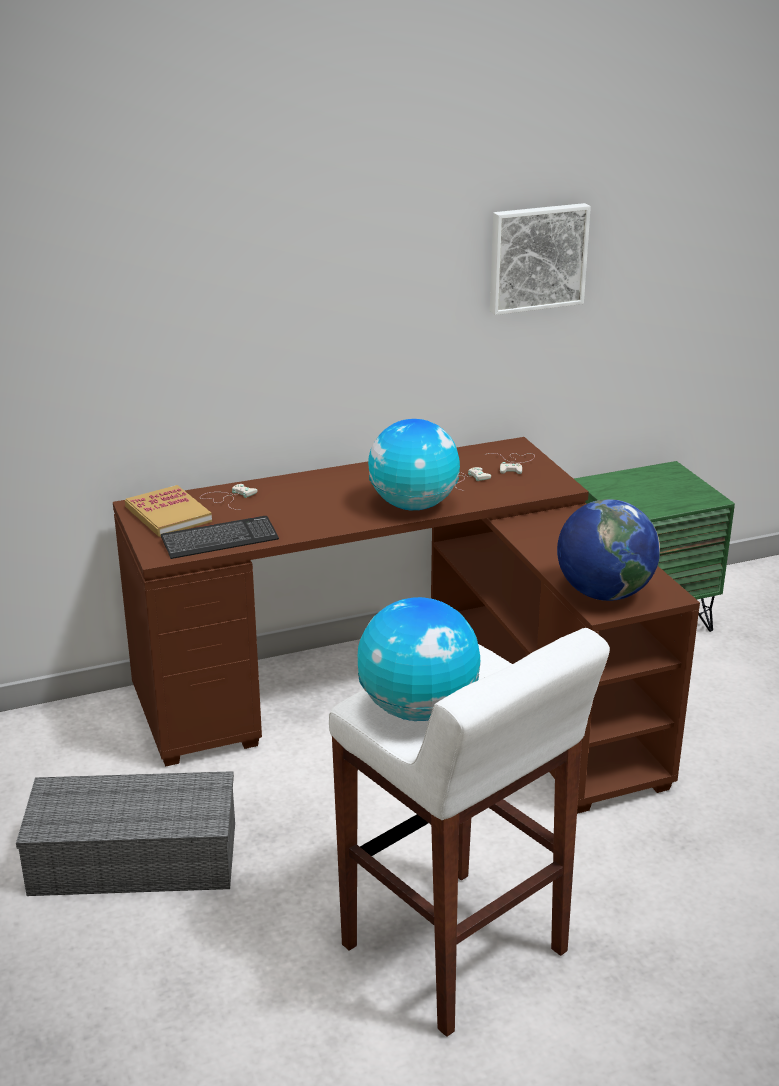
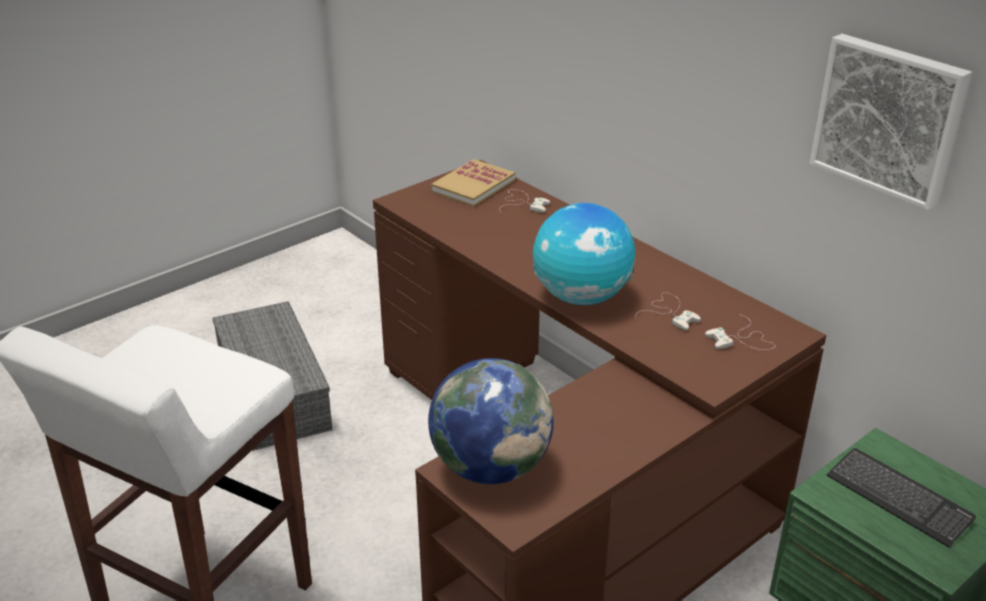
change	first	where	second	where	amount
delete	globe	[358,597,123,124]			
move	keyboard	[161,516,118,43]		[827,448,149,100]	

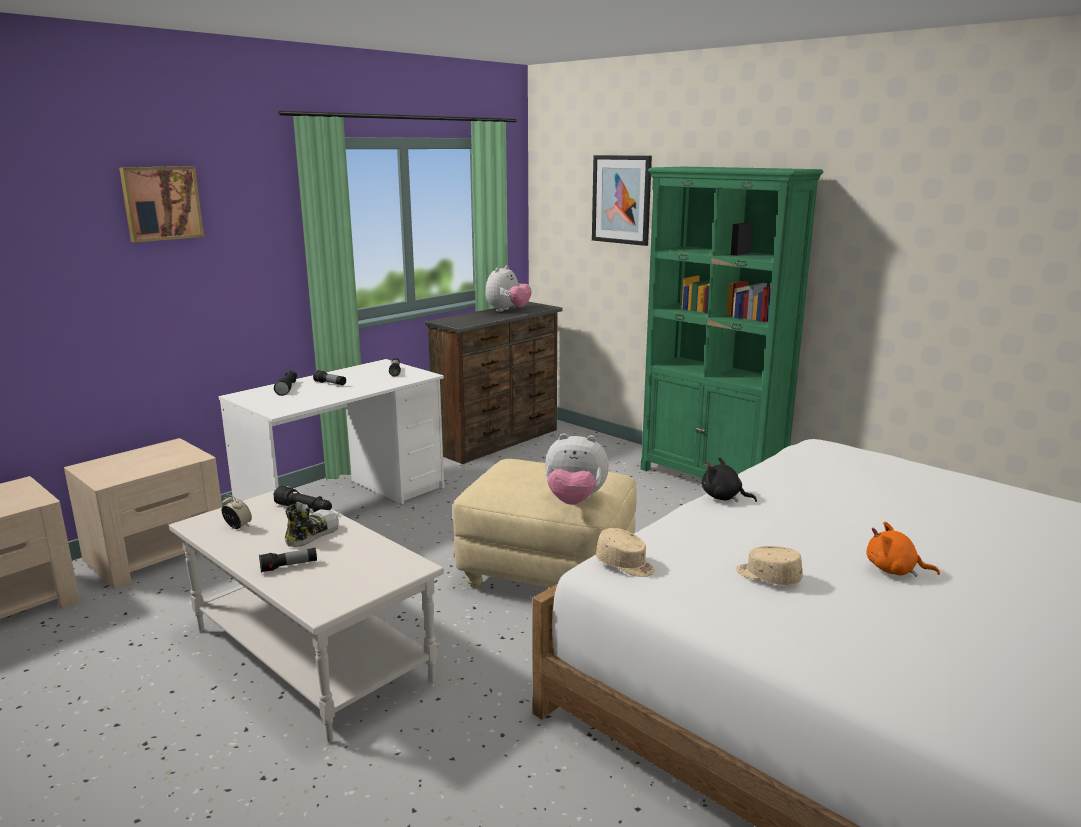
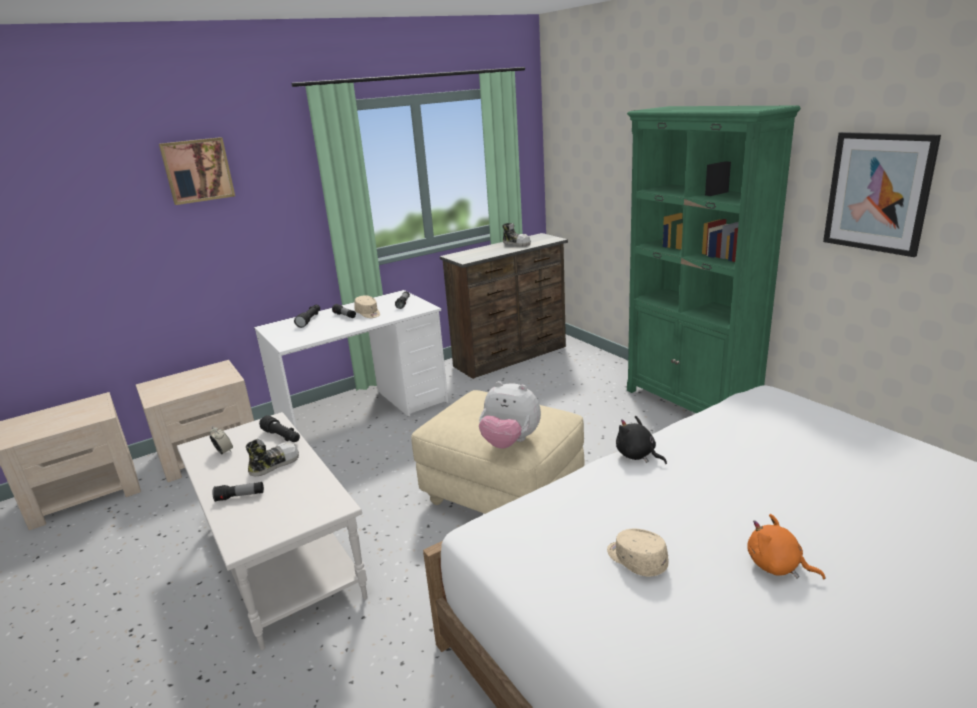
change	first	where	second	where	amount
move	picture	[592,155,60,91]		[823,132,118,125]	
move	cap (beige)	[596,528,59,49]		[354,295,26,23]	
replace	plush toy	[485,265,47,47]	shoe	[502,223,29,23]	

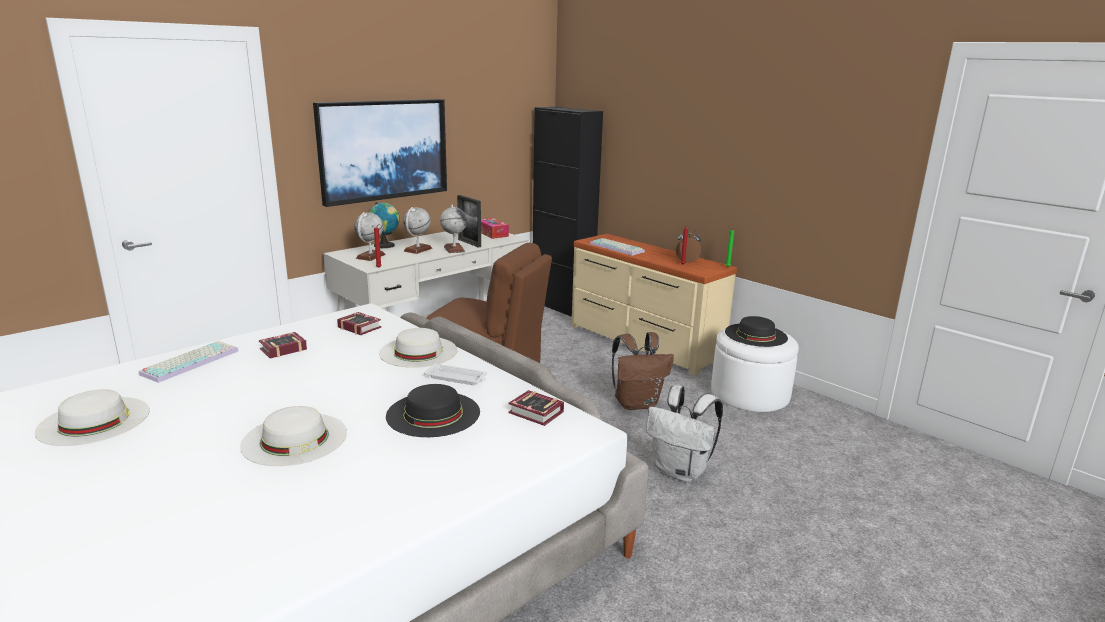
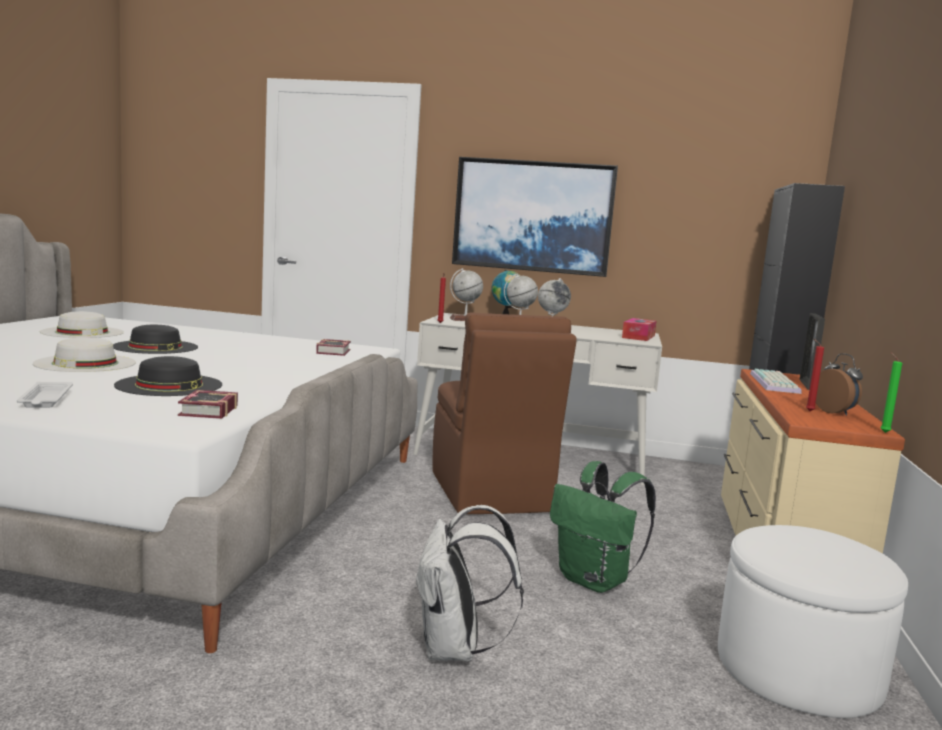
change	first	where	second	where	amount
delete	keyboard	[139,341,100,42]			
delete	book	[259,332,48,26]			
delete	hat (white)	[379,328,78,40]			
move	tray (white)	[424,363,63,22]		[17,382,56,26]	
move	picture frame	[457,195,24,52]		[800,313,25,77]	
move	hat (black)	[725,316,63,31]		[113,324,85,30]	
recolor	backpack (brown)	[612,332,62,78]	backpack (green)	[550,461,106,132]	

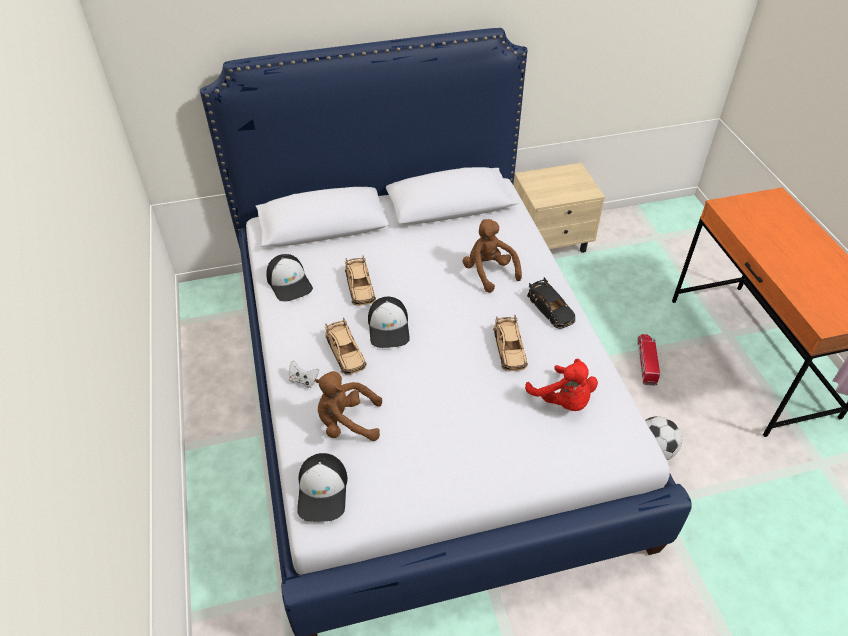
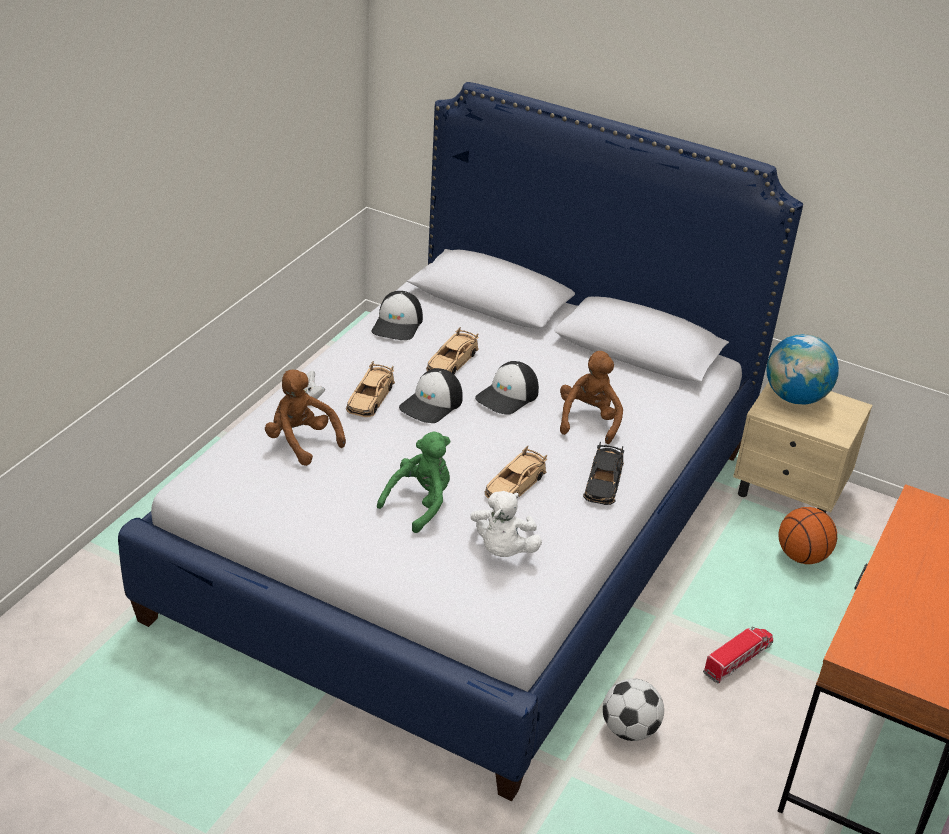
change	first	where	second	where	amount
insert			plush toy (green)	[377,432,73,101]	
insert			globe	[766,334,73,71]	
insert			basketball	[779,507,58,57]	
move	cap	[297,453,51,69]		[475,361,64,54]	
recolor	plush toy (red)	[525,359,73,52]	plush toy (white)	[470,491,72,66]	

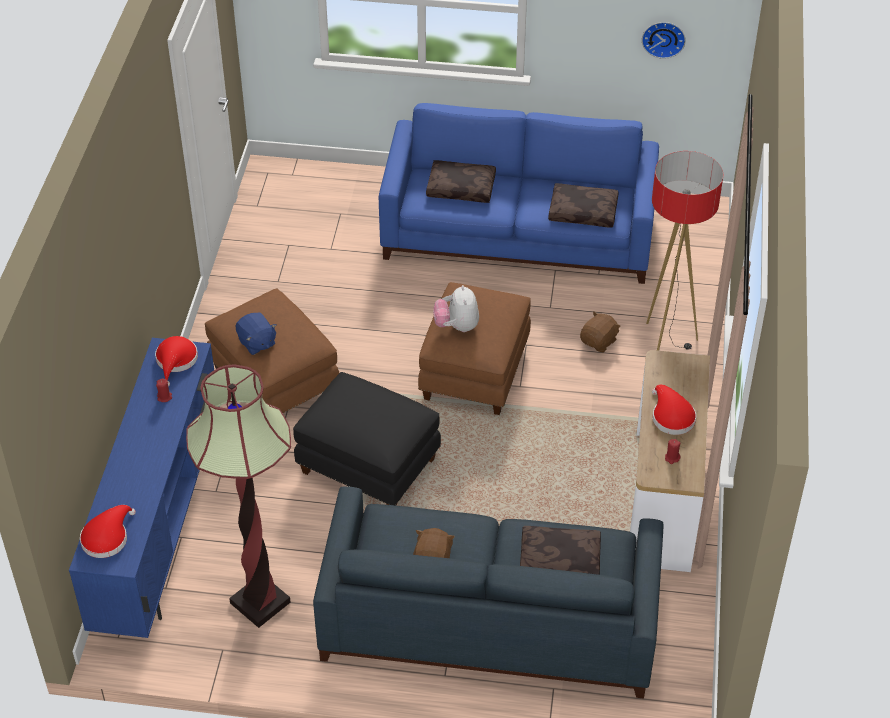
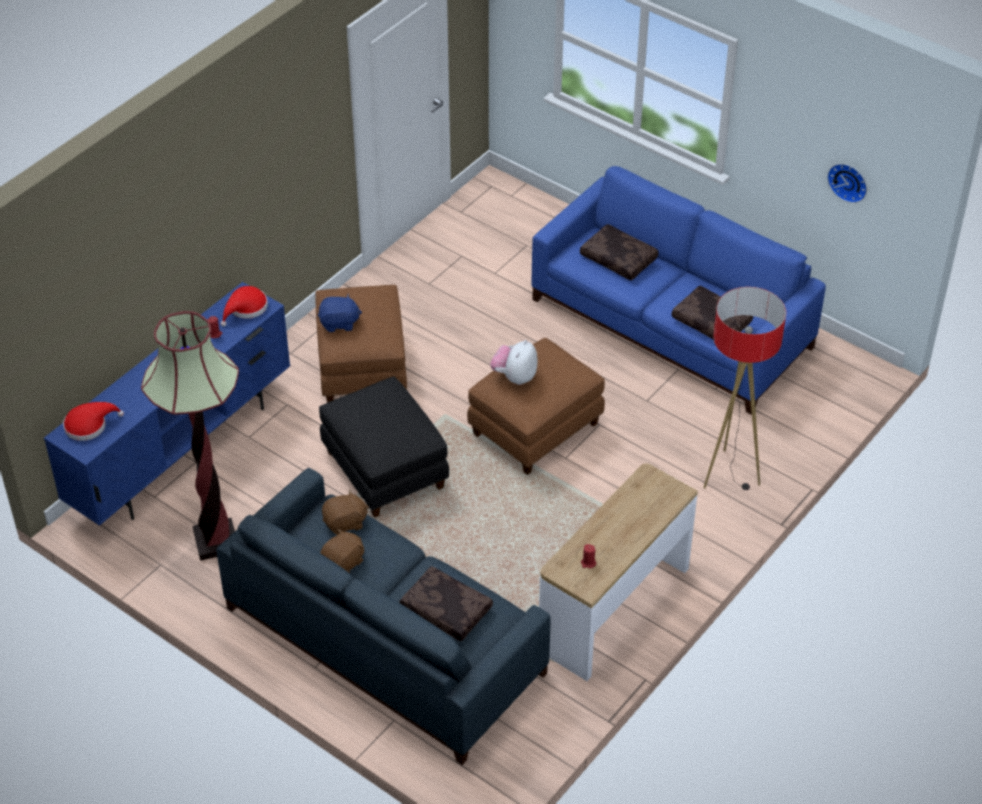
change	first	where	second	where	amount
delete	hat (red)	[652,385,44,50]			
move	plush toy (brown)	[580,311,41,42]		[322,490,47,45]	
rotate	plush toy (blue)	[236,313,41,42]		[318,293,44,39]	90 degrees counterclockwise

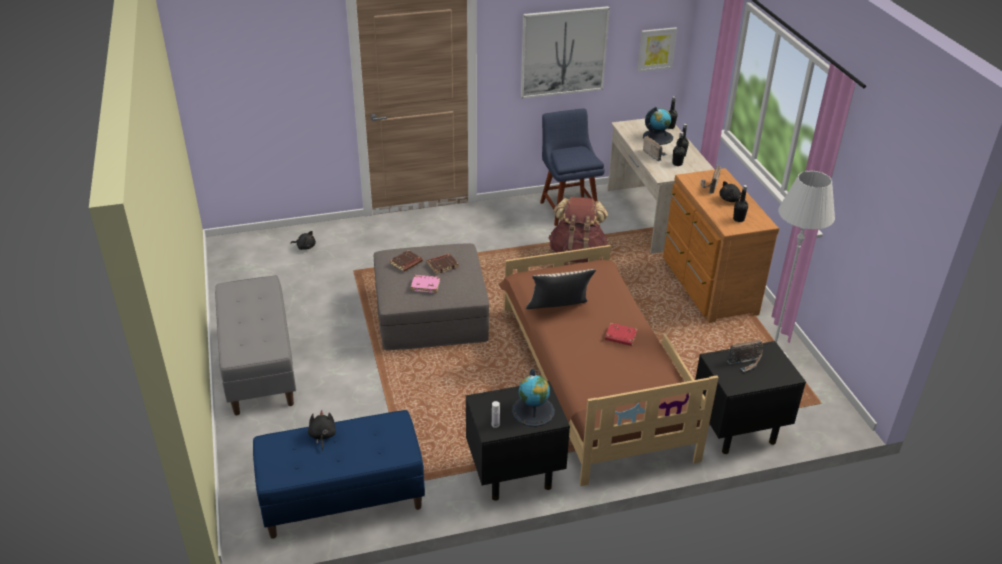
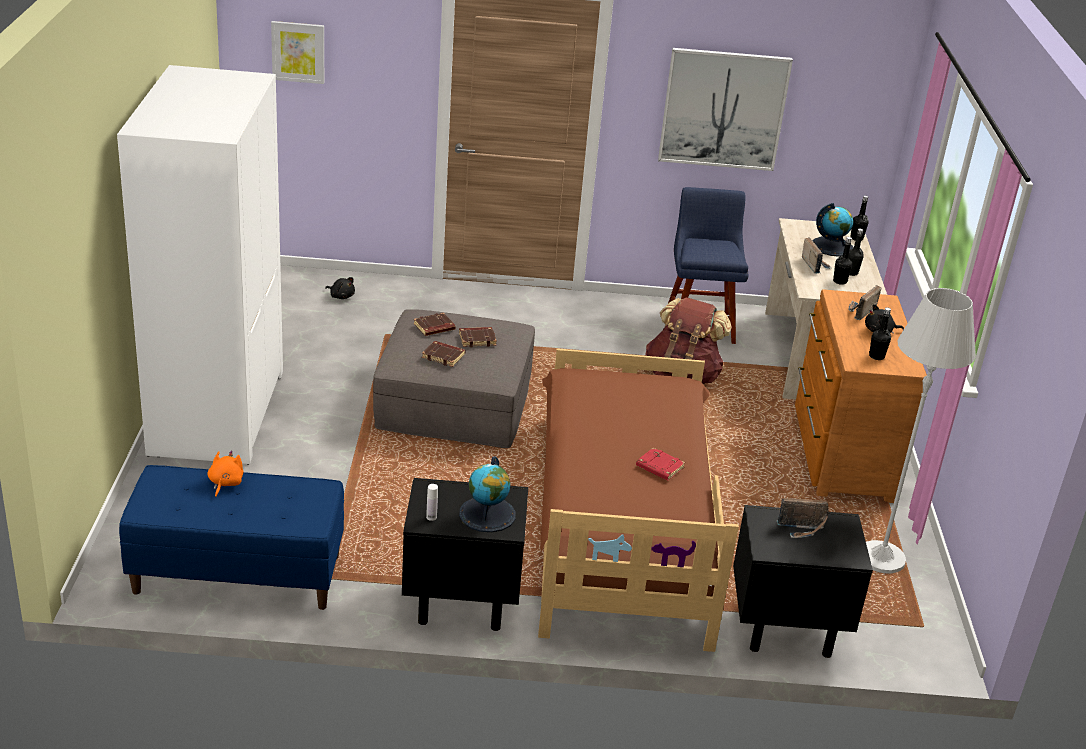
change	first	where	second	where	amount
delete	pillow (beige)	[526,269,70,40]			
move	picture	[637,27,40,45]		[271,21,53,63]	
replace	bench (grey)	[215,275,81,140]	wardrobe (white)	[117,65,166,400]	
recolor	plush toy (black)	[308,410,28,41]	plush toy (orange)	[208,451,35,46]	
recolor	book (pink)	[411,275,29,18]	book (brown)	[422,341,43,26]	

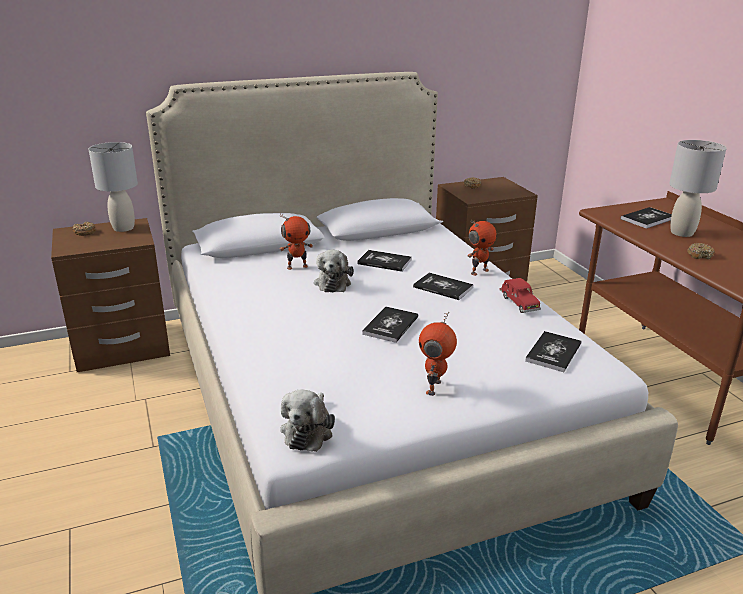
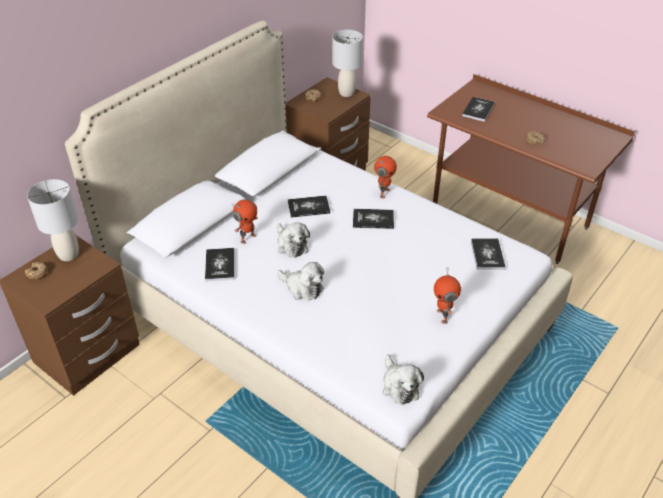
change	first	where	second	where	amount
delete	toy car (red)	[500,278,41,35]			
insert			plush toy	[277,262,47,38]	
move	book	[362,306,56,37]		[205,248,29,34]	
move	table lamp (grey)	[669,140,58,97]		[332,30,31,67]	

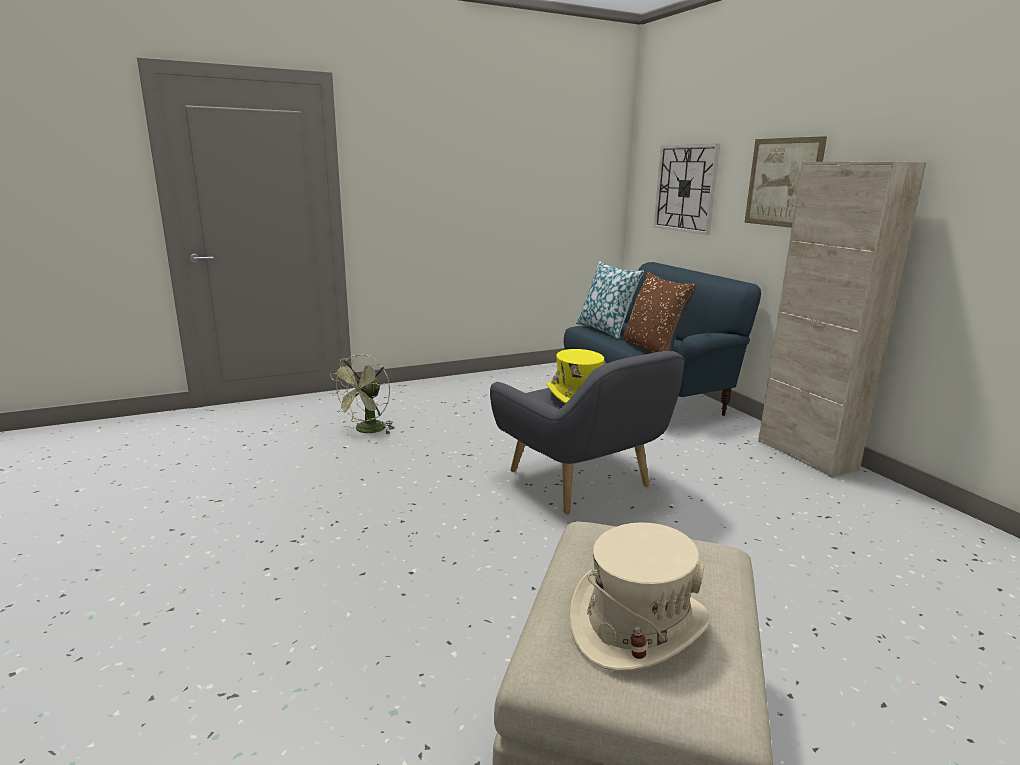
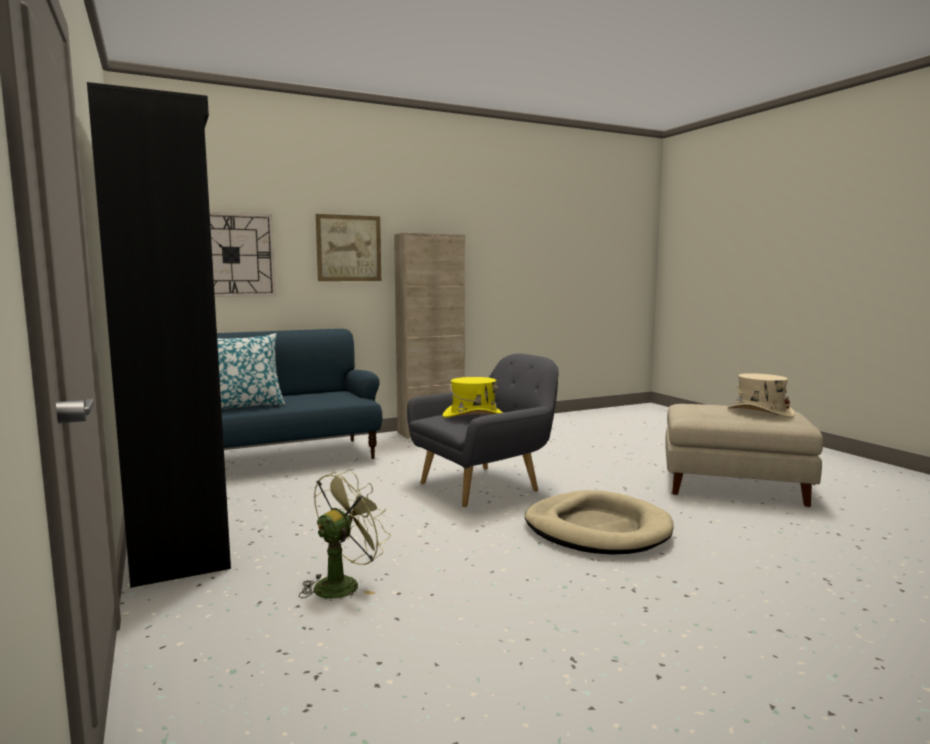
change	first	where	second	where	amount
delete	pillow (brown)	[623,272,74,81]			
insert			bookcase (black)	[87,82,144,506]	
insert			dog bed (beige)	[525,490,149,65]	
rotate	fan (green)	[329,354,66,80]		[299,469,92,130]	75 degrees counterclockwise

